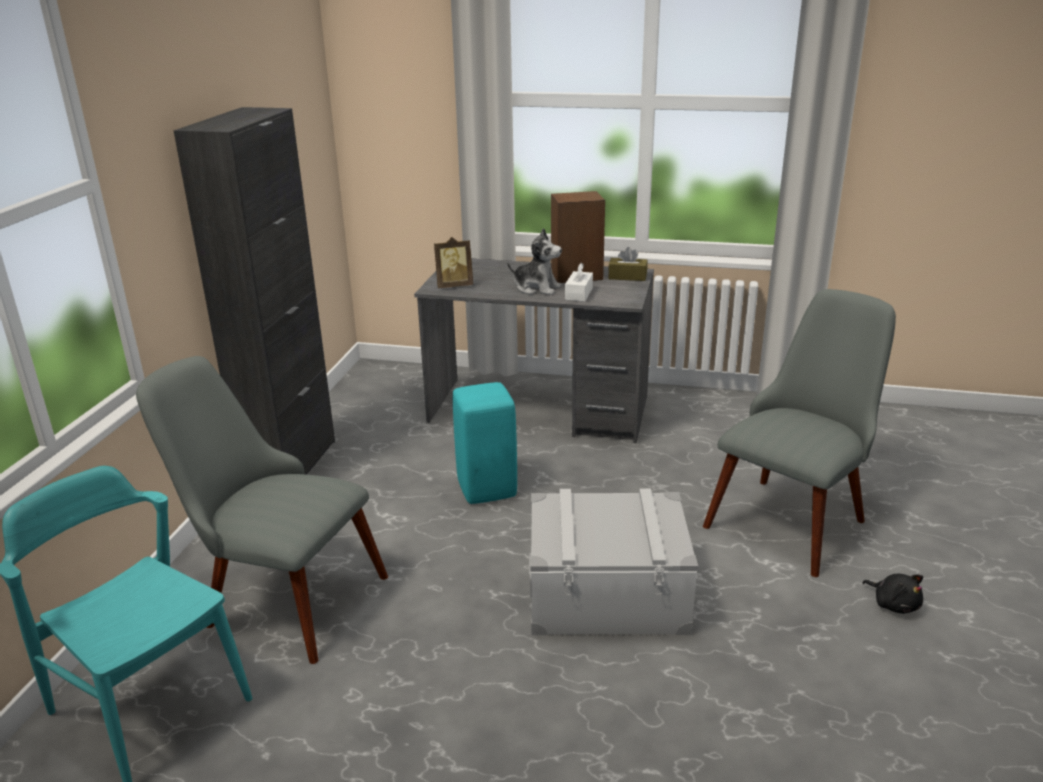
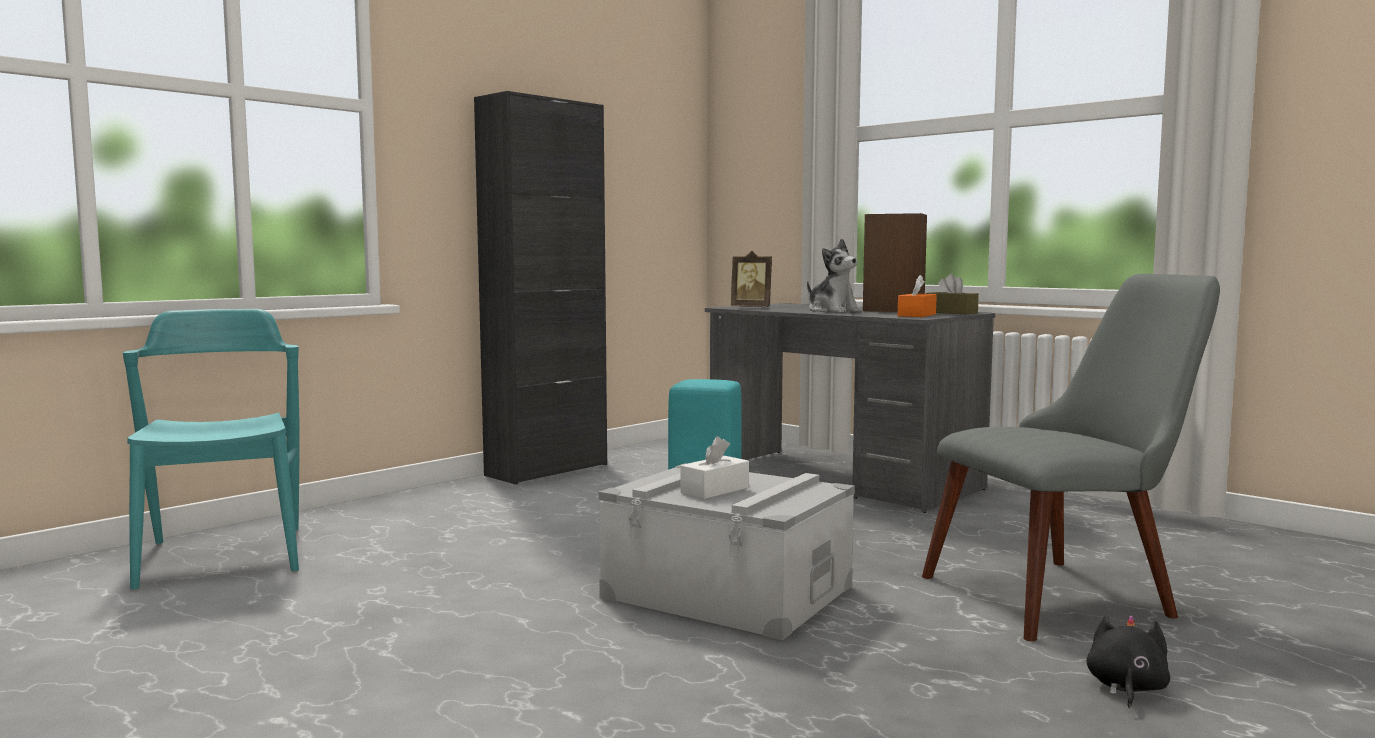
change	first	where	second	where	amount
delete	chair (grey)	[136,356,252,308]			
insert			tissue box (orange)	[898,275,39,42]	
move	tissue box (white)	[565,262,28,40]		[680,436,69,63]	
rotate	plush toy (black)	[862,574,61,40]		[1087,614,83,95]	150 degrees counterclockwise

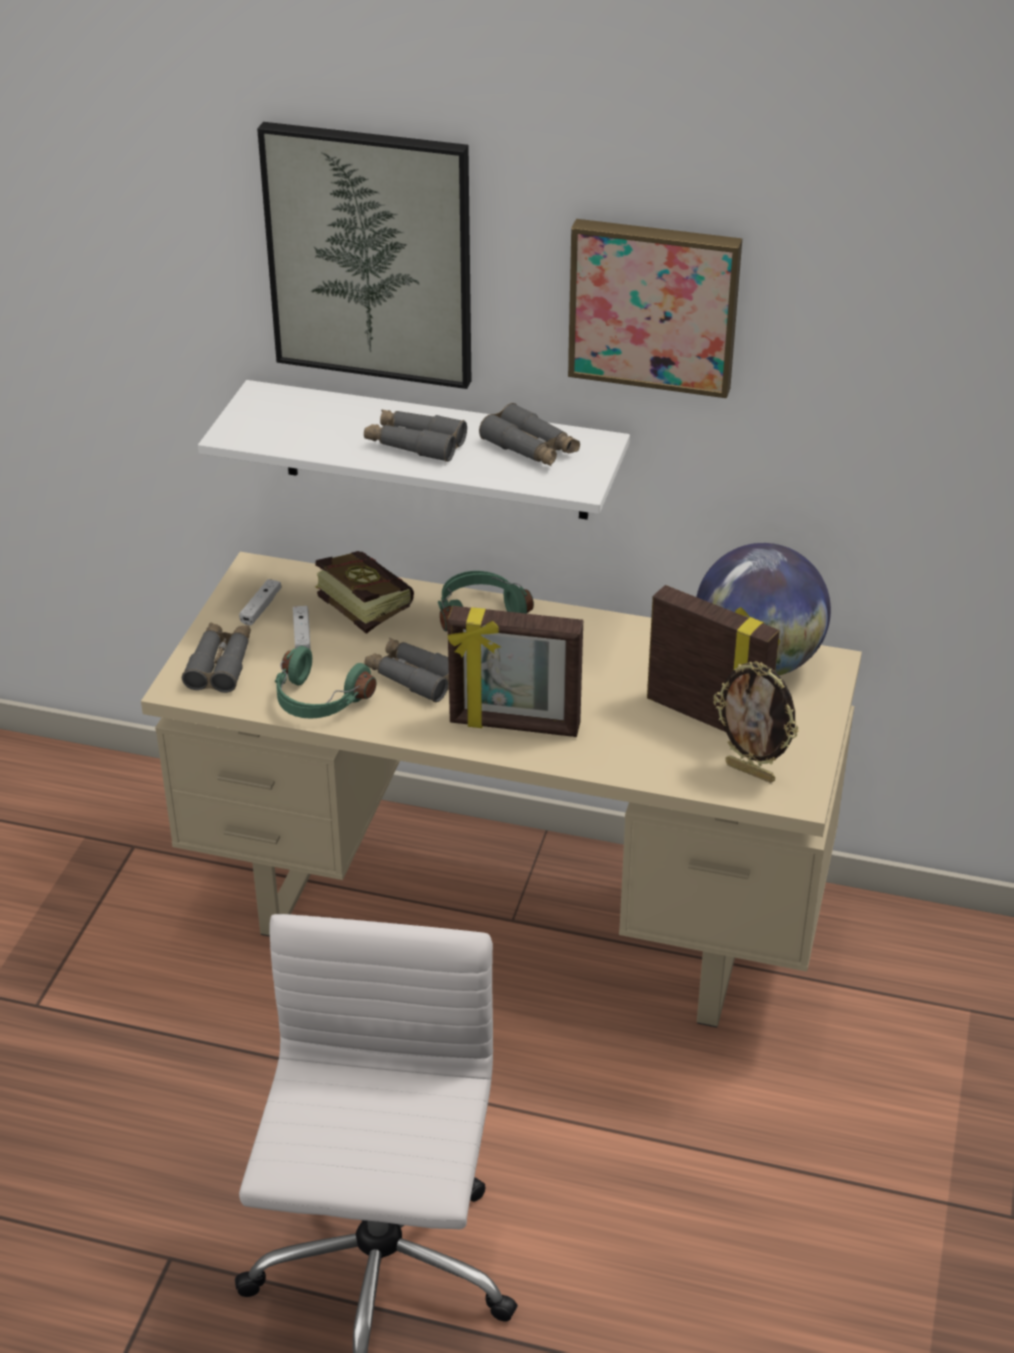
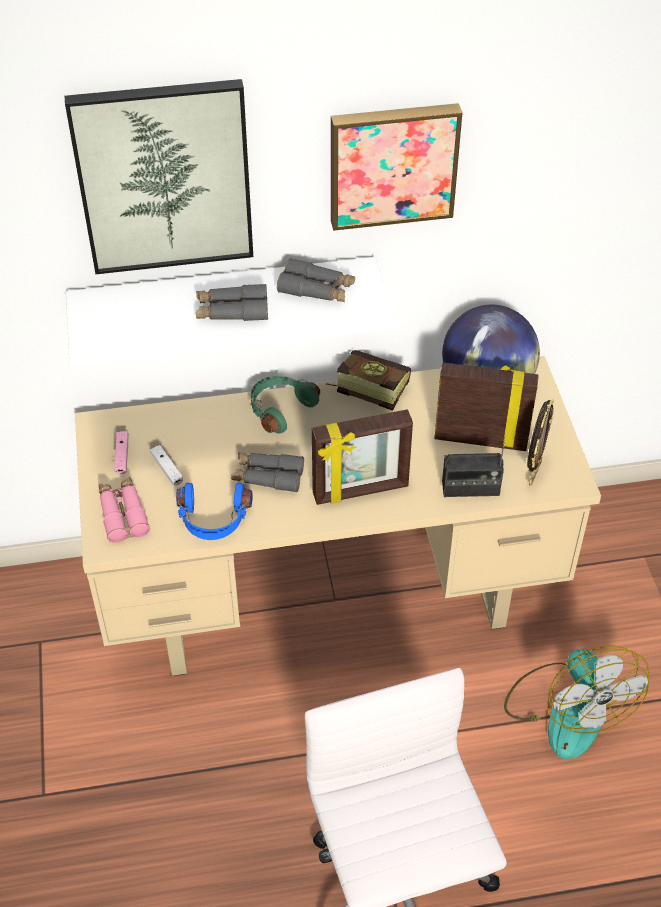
change	first	where	second	where	amount
insert			radio	[442,436,63,61]	
insert			fan	[504,646,146,113]	
move	book	[315,551,99,83]		[326,350,85,61]	
recolor	binoculars (grey)	[182,622,69,71]	binoculars (pink)	[99,477,51,66]	
recolor	game controller (white)	[239,579,42,46]	game controller (pink)	[114,431,15,43]	
recolor	headphones (green)	[275,646,101,73]	headphones (blue)	[176,482,77,58]	
rotate	picture frame	[713,661,86,122]		[527,399,27,87]	75 degrees counterclockwise

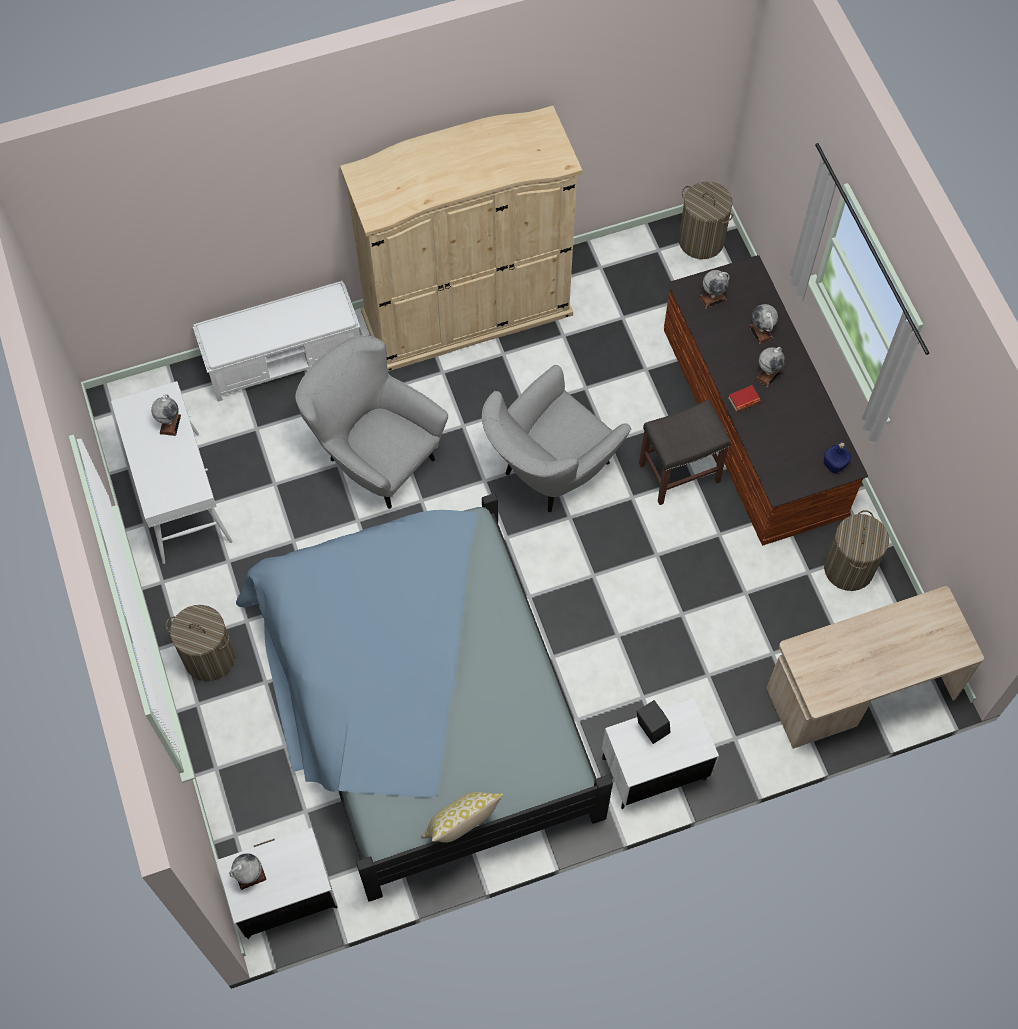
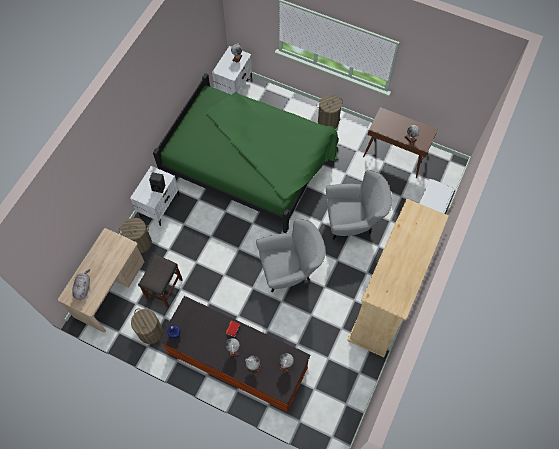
change	first	where	second	where	amount
delete	pillow	[421,792,82,51]			
insert			plush toy (grey)	[72,269,18,31]	
move	stool (grey)	[639,400,92,105]		[138,255,45,53]	
move	laundry basket	[679,182,54,77]		[119,218,33,35]	
recolor	console table (white)	[111,381,122,183]	console table (brown)	[363,107,75,72]	
recolor	bed (blue)	[236,493,377,409]	bed (green)	[153,73,186,160]	
rotate	armchair (grey)	[482,365,149,147]		[256,218,69,74]	75 degrees clockwise

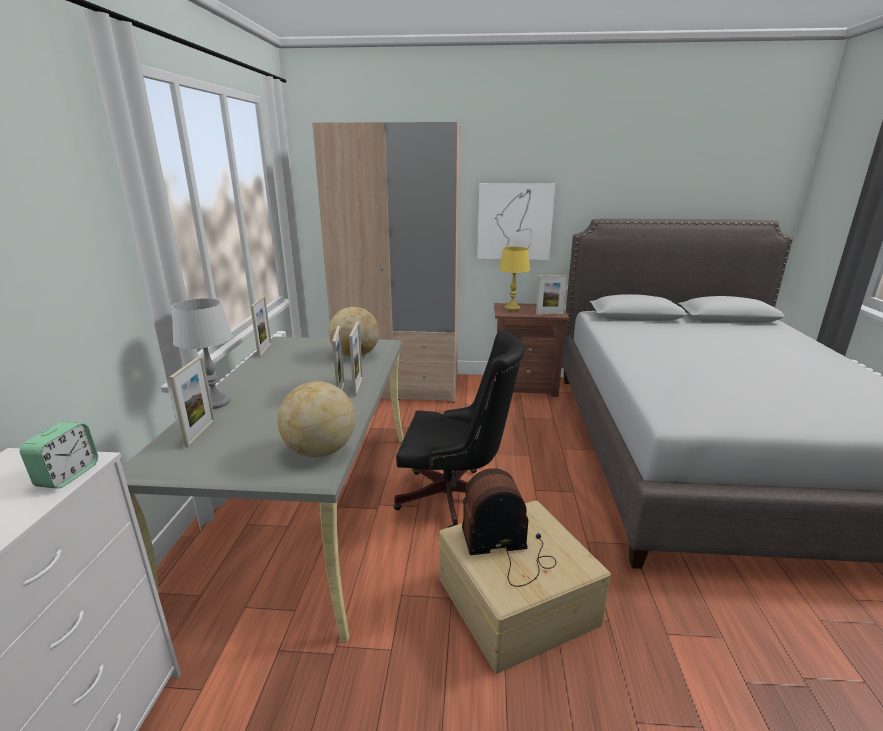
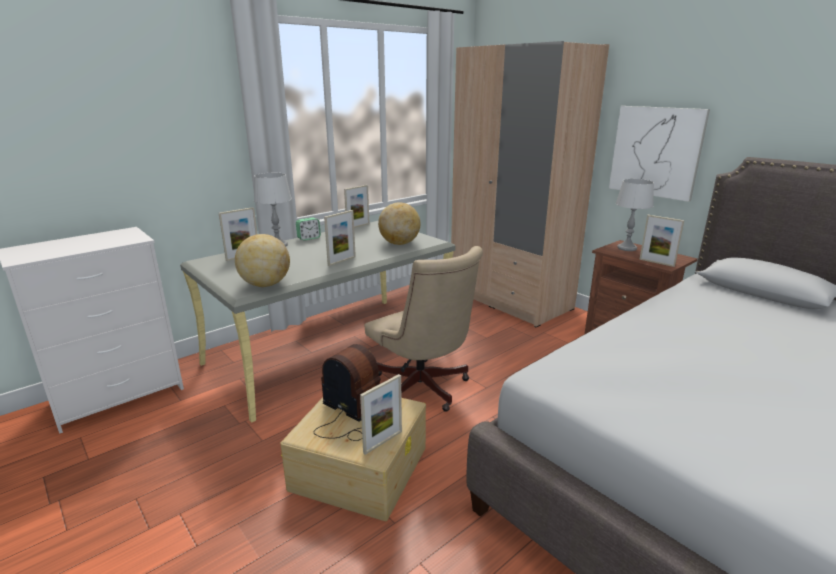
change	first	where	second	where	amount
move	alarm clock	[20,422,78,66]		[296,217,25,24]	
move	picture frame	[349,322,14,74]		[360,374,42,81]	
recolor	office chair (black)	[393,331,132,197]	office chair (beige)	[365,246,118,166]	
recolor	table lamp (yellow)	[499,247,31,64]	table lamp (grey)	[616,179,38,72]	

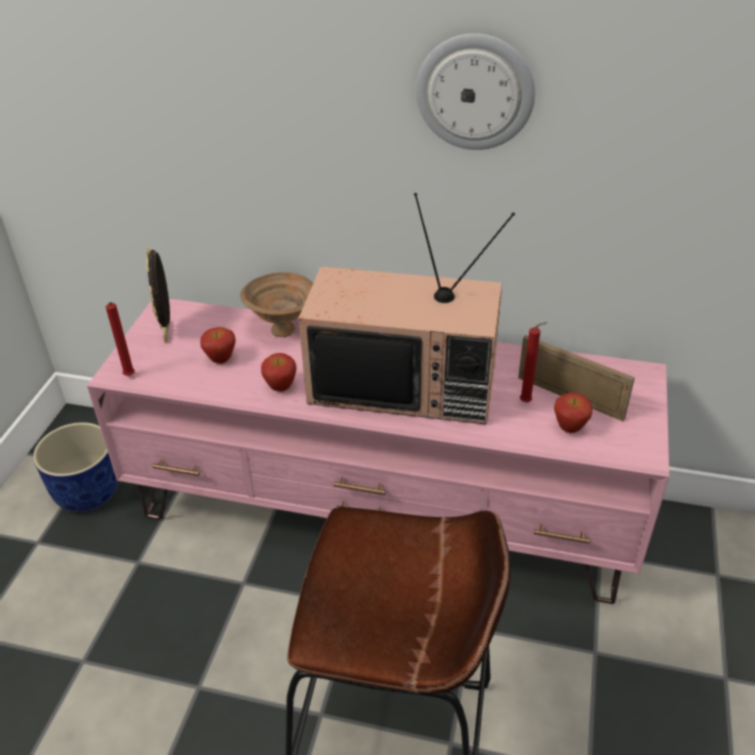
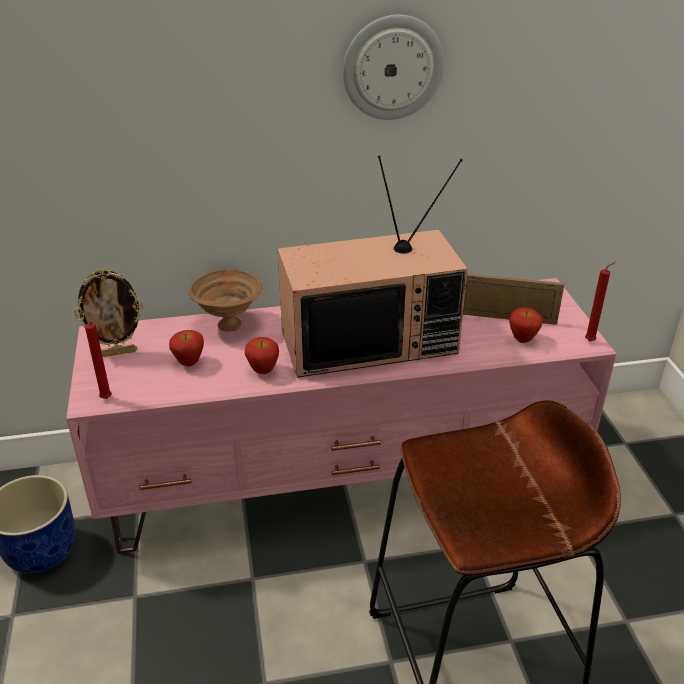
change	first	where	second	where	amount
move	candle (red)	[520,322,28,80]		[585,262,30,79]	
rotate	picture frame	[146,248,24,95]		[74,269,70,88]	75 degrees counterclockwise

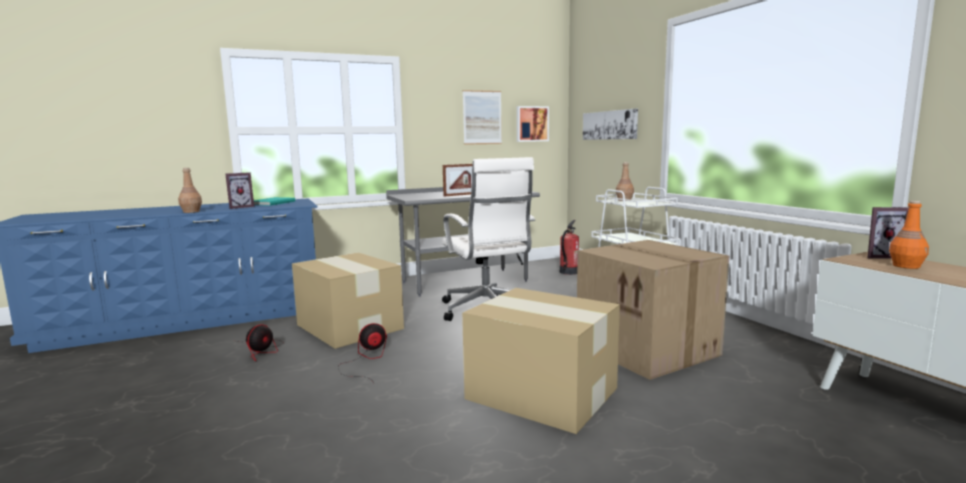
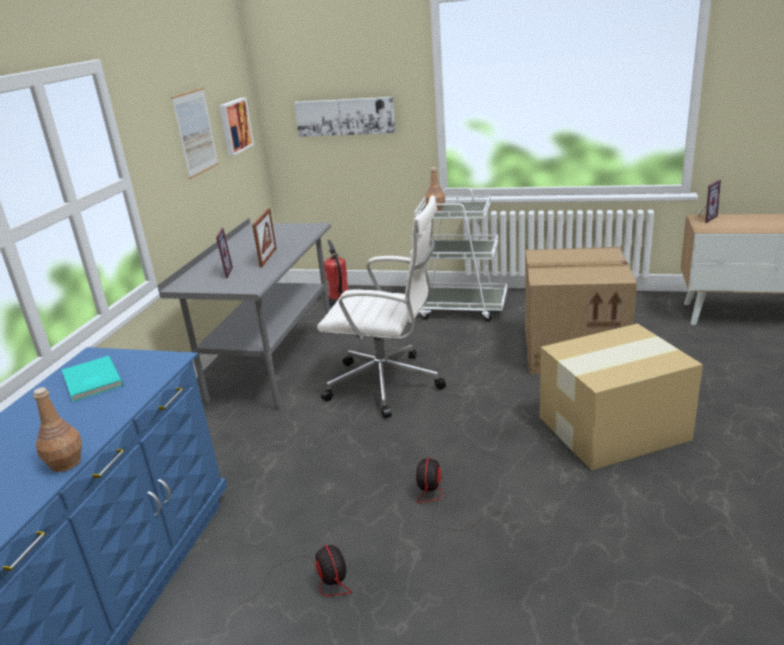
change	first	where	second	where	amount
delete	cardboard box	[292,253,112,96]			
delete	bottle (orange)	[889,201,40,68]			
move	picture frame	[226,172,28,37]		[214,228,19,50]	

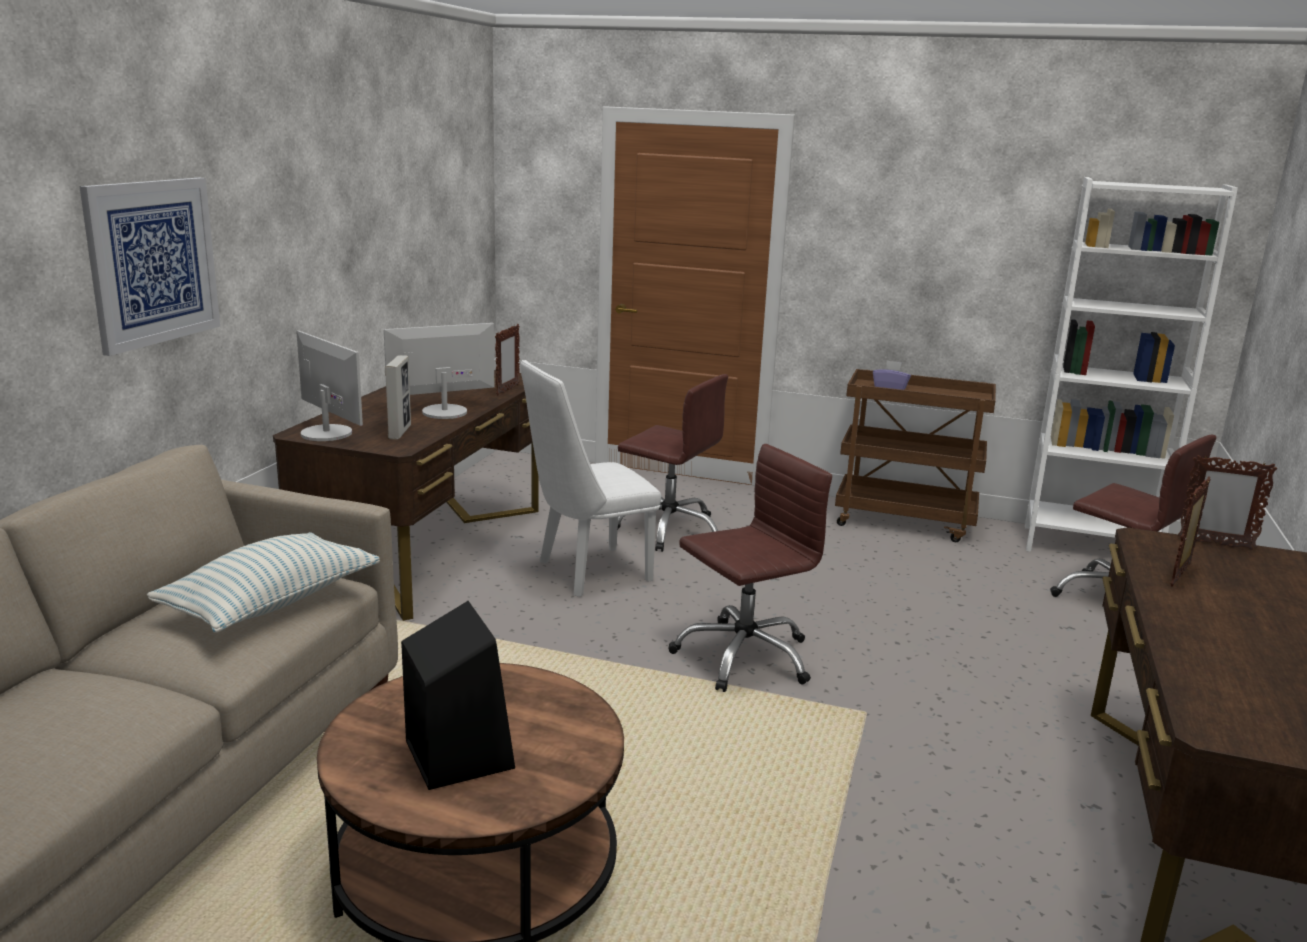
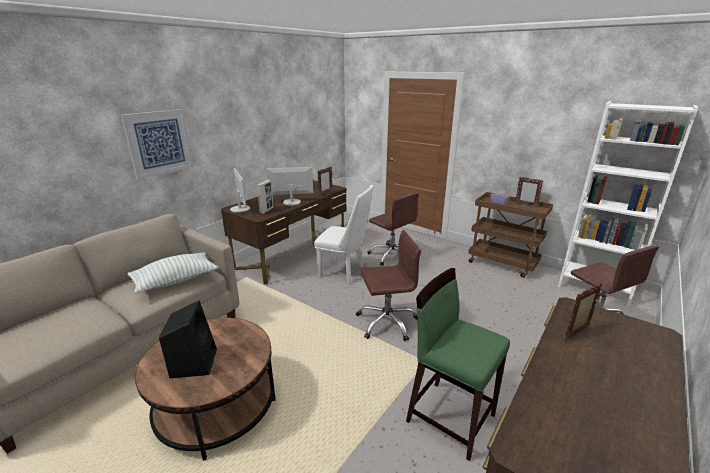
change	first	where	second	where	amount
insert			stool (green)	[406,268,104,193]	
move	picture frame	[1178,455,99,95]		[515,177,28,30]	
rotate	chair (white)	[520,360,141,237]		[314,185,59,99]	150 degrees counterclockwise

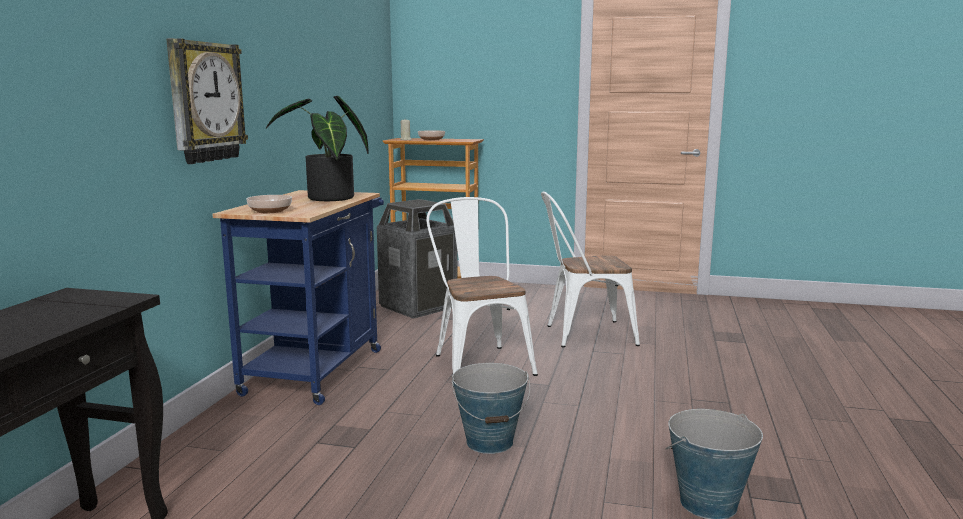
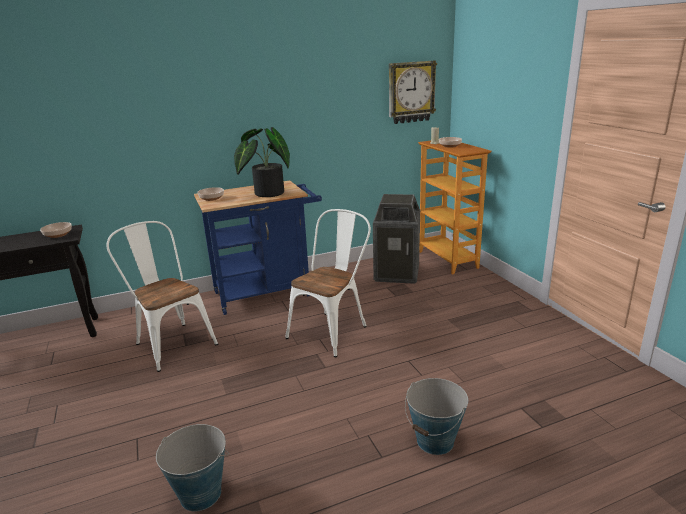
change	first	where	second	where	amount
insert			bowl	[40,222,32,16]	
move	wall clock	[166,38,82,126]		[389,60,48,64]	
move	bucket	[452,363,78,91]		[405,378,63,77]	
move	chair (white)	[541,192,99,155]		[106,221,112,151]	

